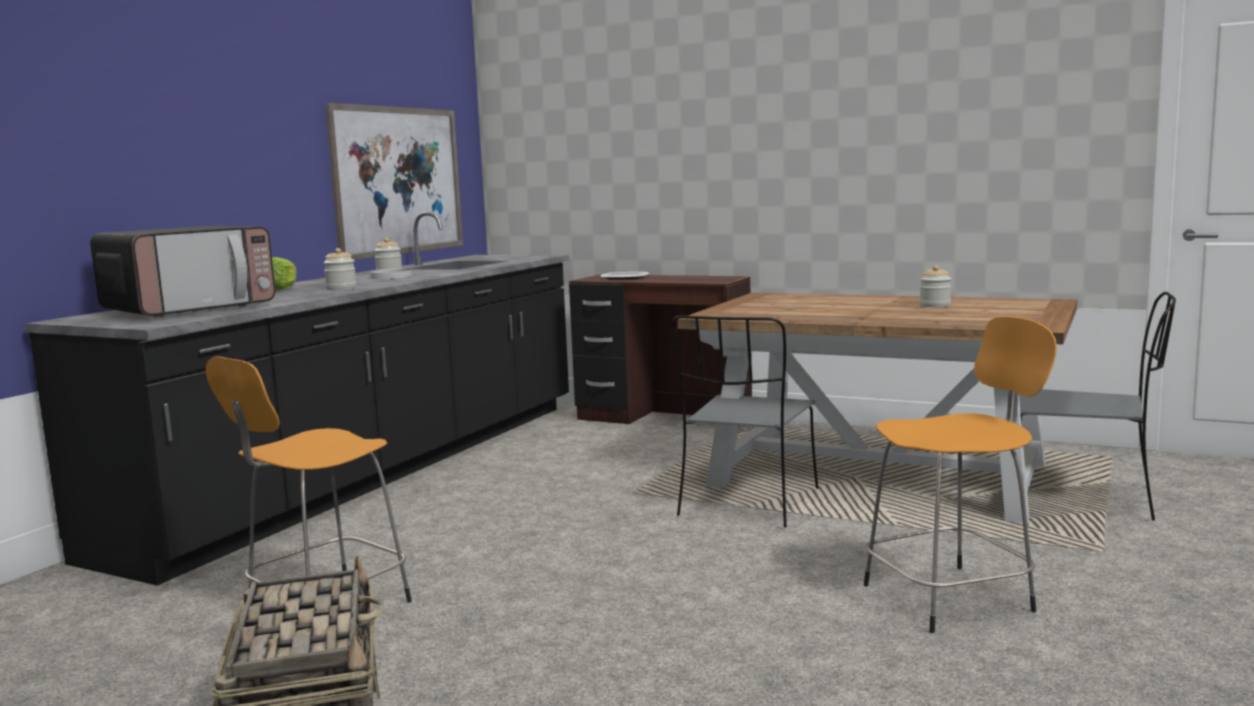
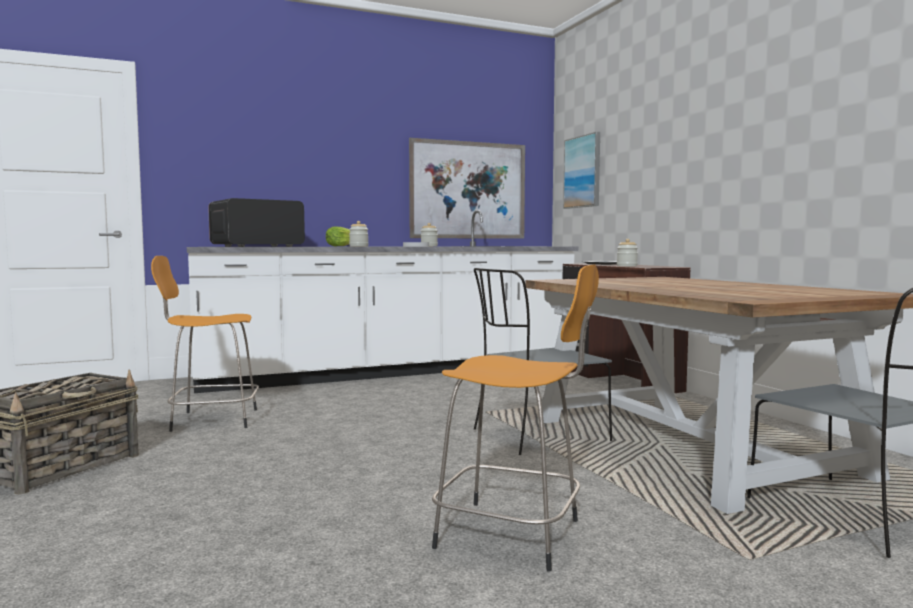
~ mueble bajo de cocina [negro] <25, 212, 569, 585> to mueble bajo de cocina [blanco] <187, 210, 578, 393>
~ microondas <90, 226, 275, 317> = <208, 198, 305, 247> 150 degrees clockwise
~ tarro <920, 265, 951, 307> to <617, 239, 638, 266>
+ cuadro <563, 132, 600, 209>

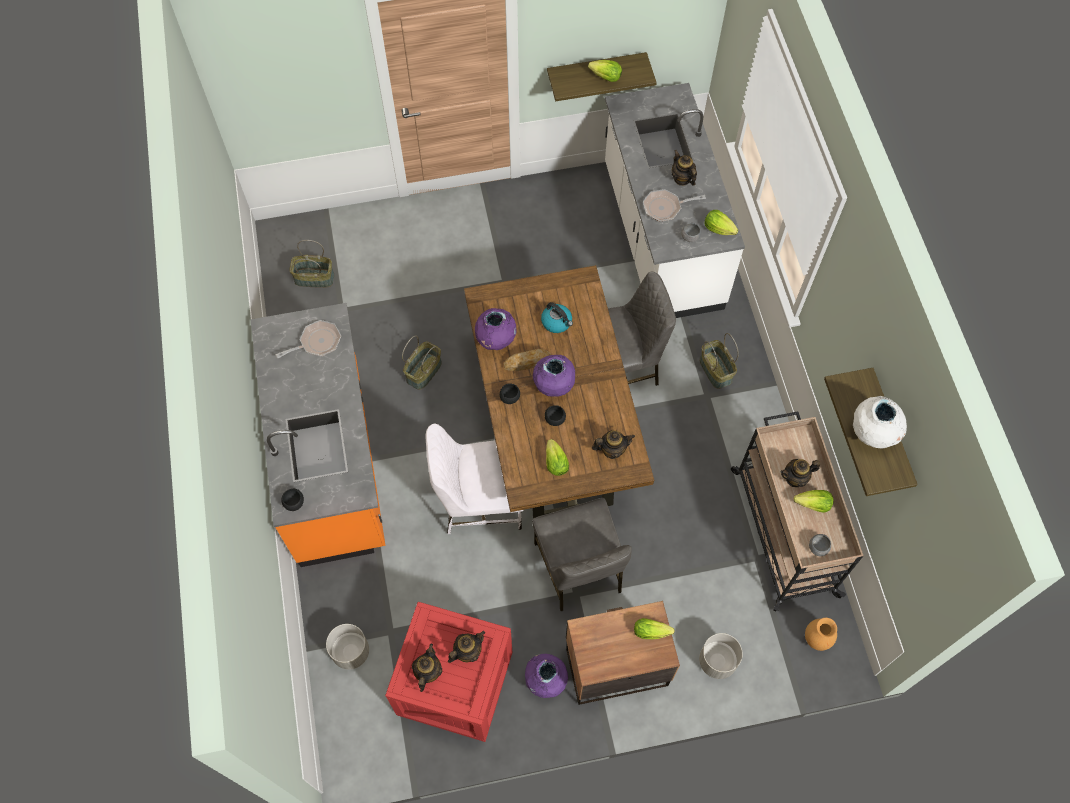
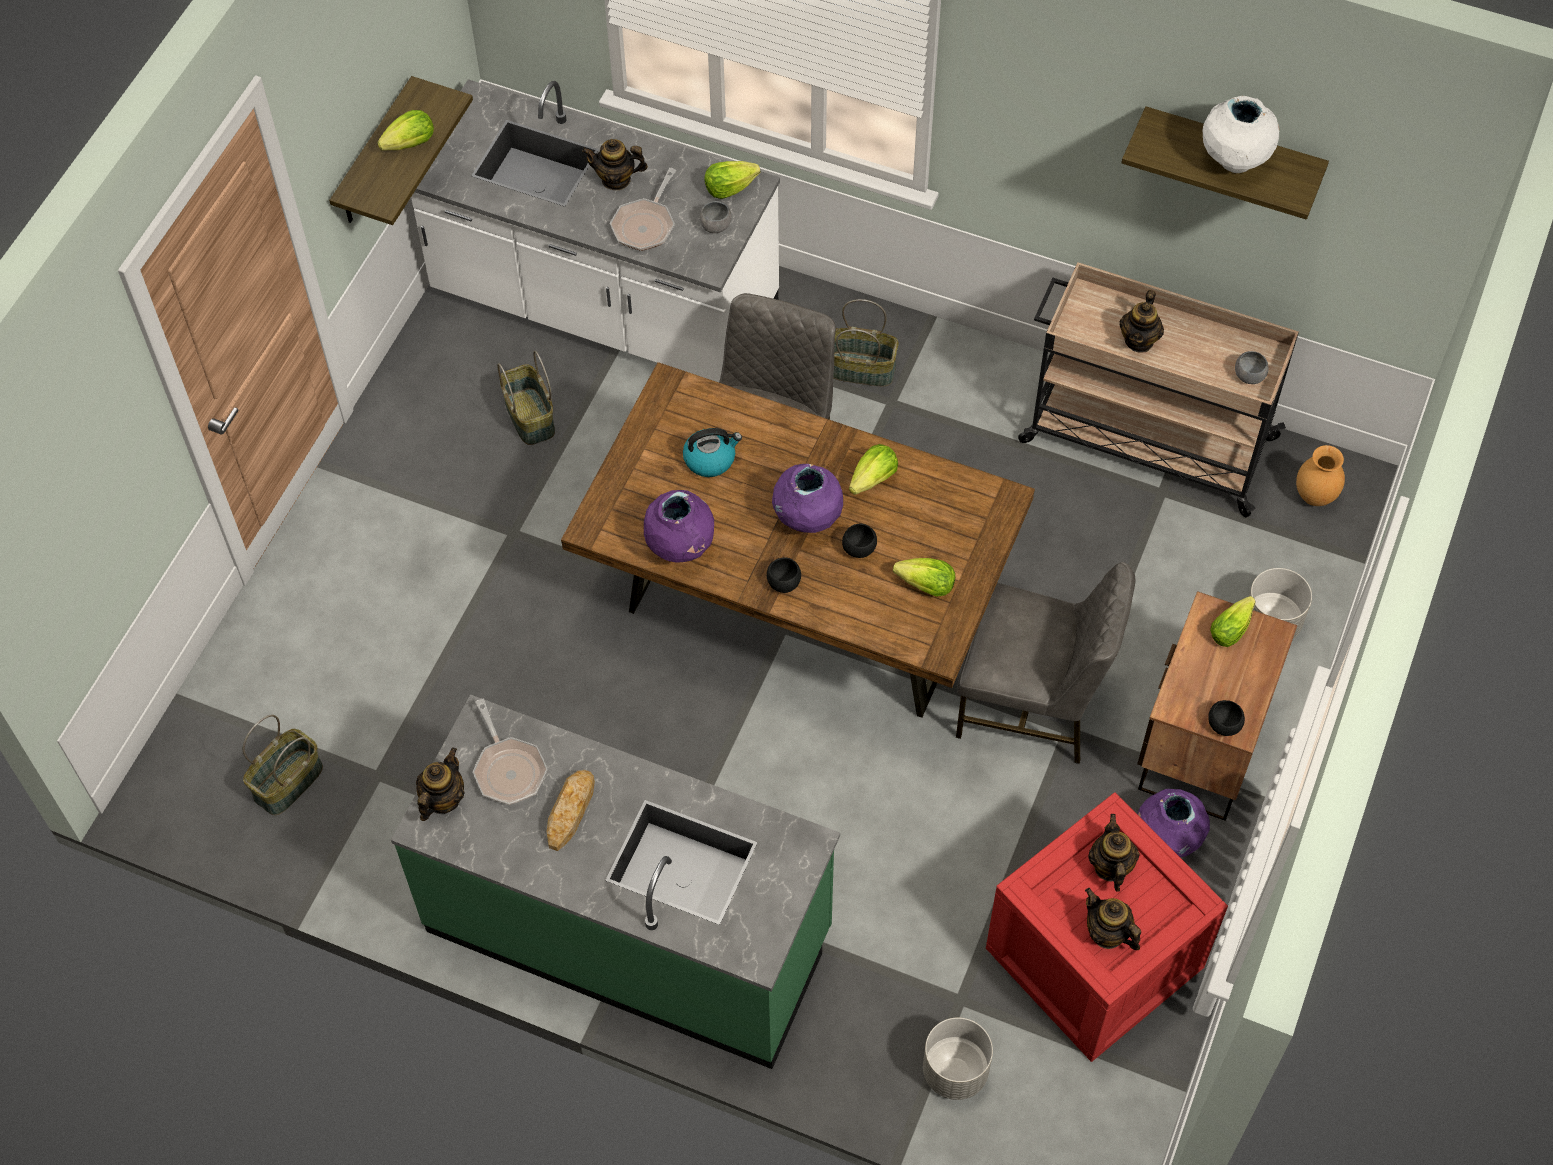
~ mueble bajo de cocina [naranja] <250, 303, 385, 567> to mueble bajo de cocina [verde] <391, 694, 840, 1069>
~ sartén <276, 320, 341, 358> = <473, 699, 547, 805> 150 degrees clockwise
~ cesta <402, 335, 442, 390> to <497, 351, 555, 445>
~ pan <504, 349, 551, 371> to <547, 770, 595, 851>
- silla [blanco] <426, 424, 523, 534>
~ tetera <592, 430, 635, 459> to <416, 747, 465, 821>
~ cuenco [negro] <281, 489, 304, 511> to <1208, 700, 1245, 736>
~ lechuga <794, 490, 834, 513> to <849, 444, 898, 495>

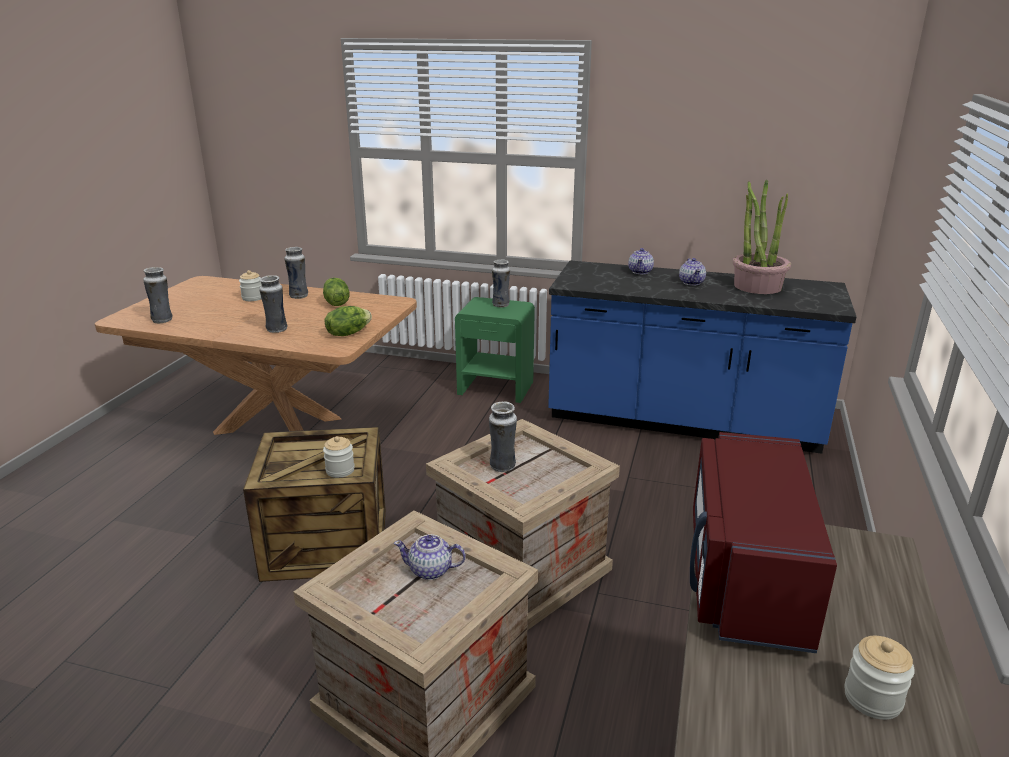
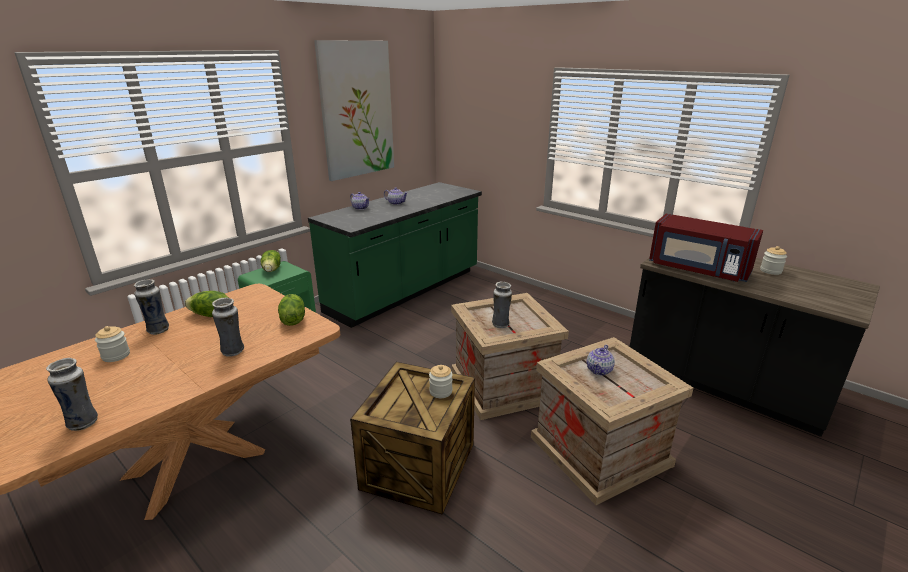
- planta en maceta <733, 180, 791, 294>
~ florero <492, 259, 510, 307> to lechuga <260, 250, 281, 272>
~ mueble bajo de cocina [azul] <548, 260, 857, 454> to mueble bajo de cocina [verde] <308, 182, 482, 328>
+ cuadro <314, 40, 394, 181>

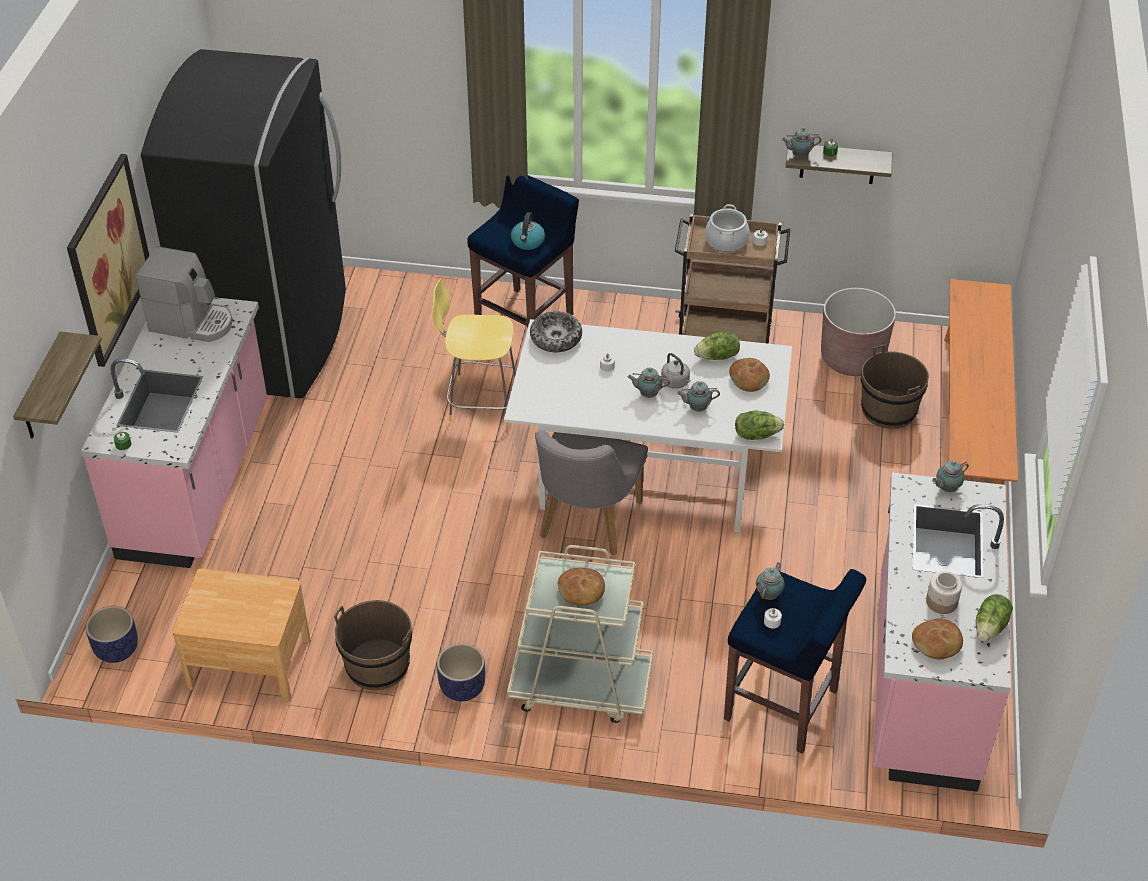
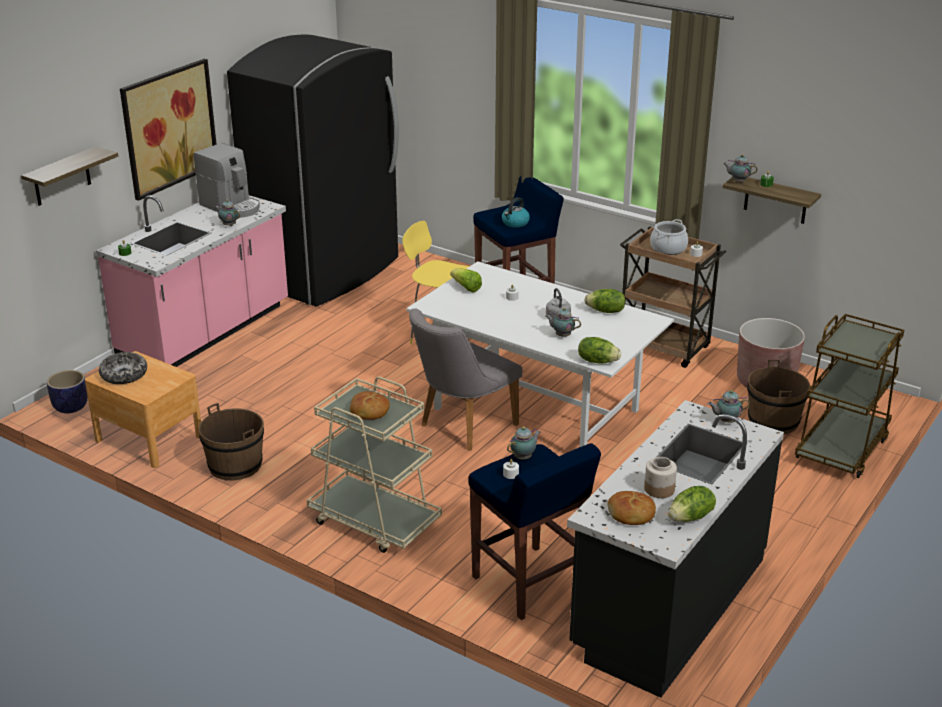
~ banco [naranja] <944, 279, 1018, 485> to carrito [marrón] <795, 314, 904, 478>
~ cuenco <530, 311, 582, 352> to <99, 352, 147, 384>
- pan <729, 358, 770, 392>
~ tetera <627, 368, 670, 398> to <215, 200, 240, 226>
~ mueble bajo de cocina [rosa] <873, 473, 1011, 792> to mueble bajo de cocina [negro] <567, 400, 784, 698>
- maceta <437, 643, 485, 701>
+ lechuga <451, 268, 482, 292>

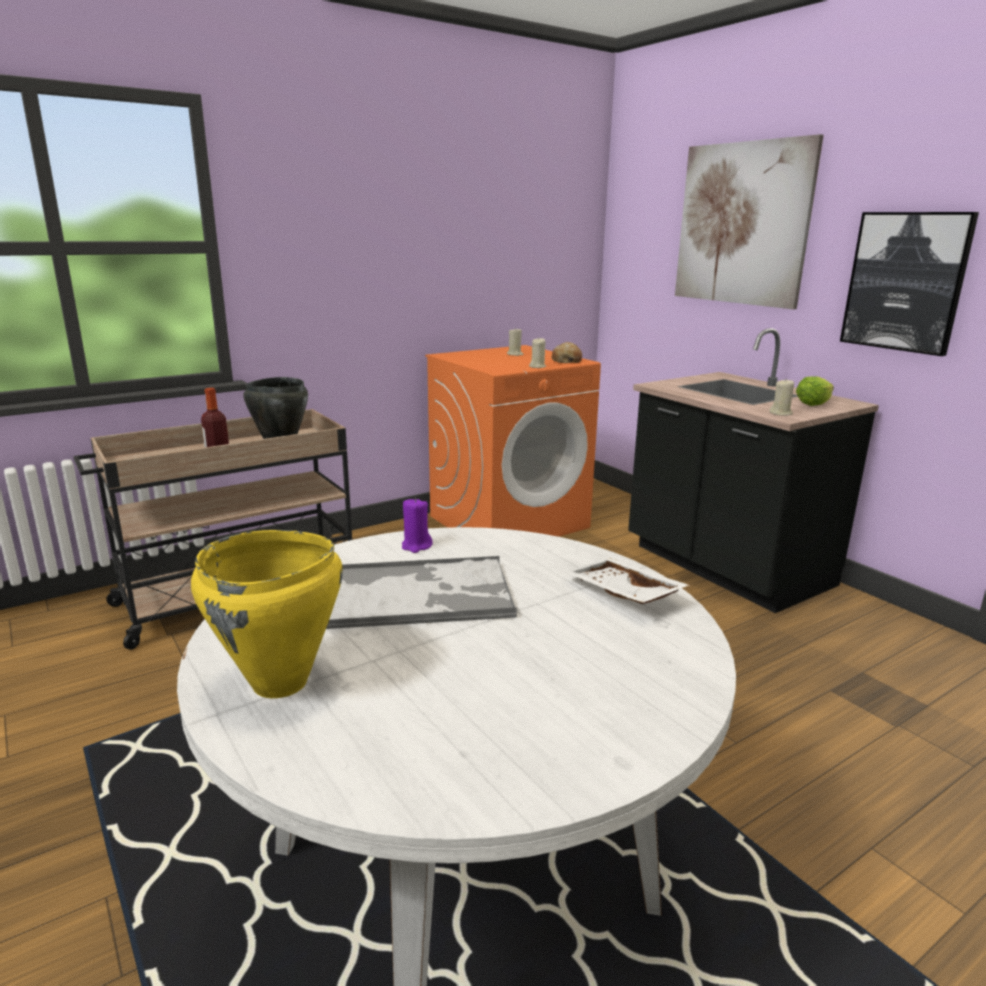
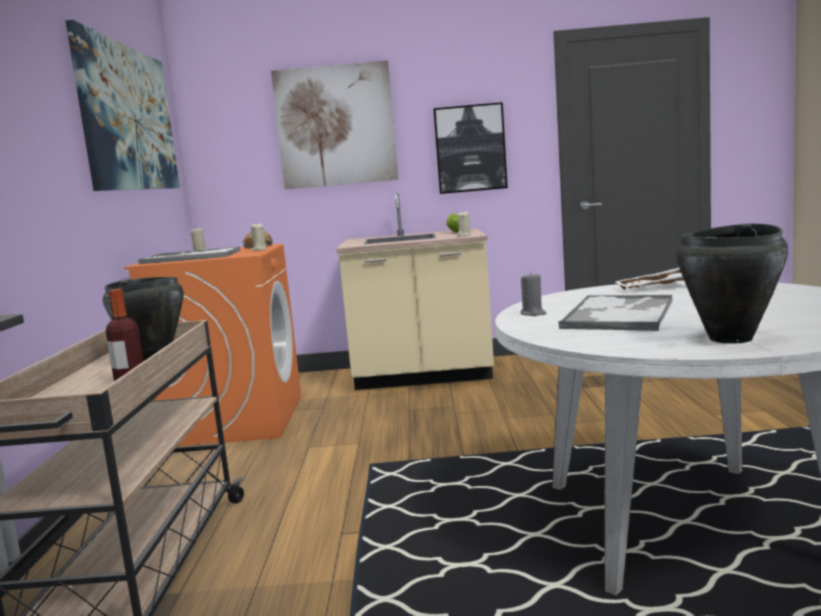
~ mueble bajo de cocina [negro] <628, 328, 879, 613> to mueble bajo de cocina [beis] <336, 193, 494, 390>
~ vela [morado] <402, 498, 432, 553> to vela [gris] <520, 272, 546, 316>
~ olla [amarillo] <191, 530, 343, 698> to olla [negro] <676, 223, 788, 344>
+ cuadro <65, 20, 180, 191>
+ bandeja <138, 247, 240, 264>

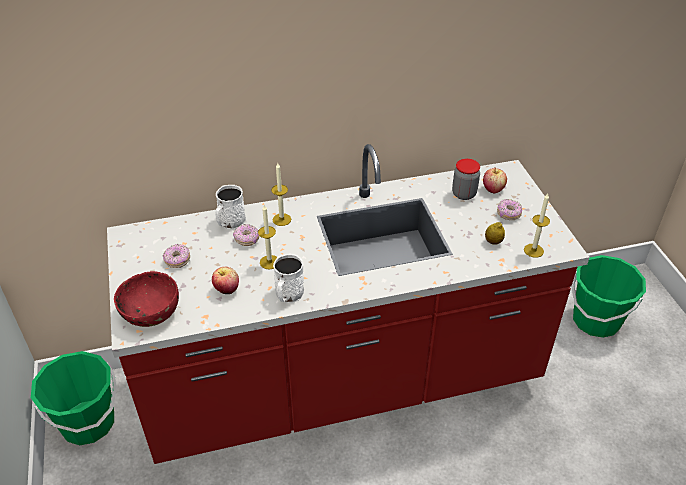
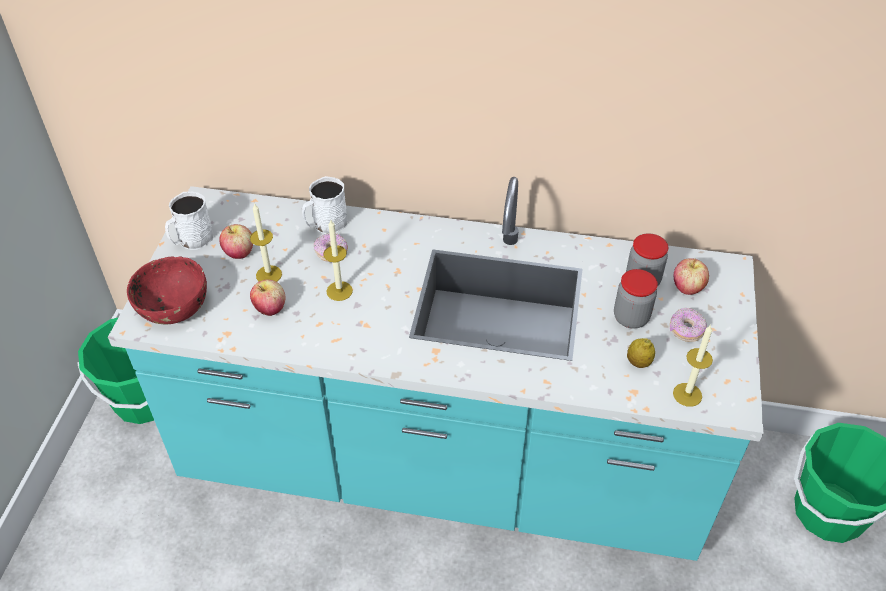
~ mueble bajo de cocina [rojo] <107, 144, 590, 464> to mueble bajo de cocina [turquesa] <108, 177, 763, 561>
~ vela <271, 163, 291, 226> to <250, 203, 282, 282>
~ rosquilla <163, 244, 190, 268> to manzana <219, 224, 253, 259>
~ taza grande [blanco] <273, 254, 304, 303> to <165, 192, 214, 250>
+ tarro <614, 269, 658, 329>

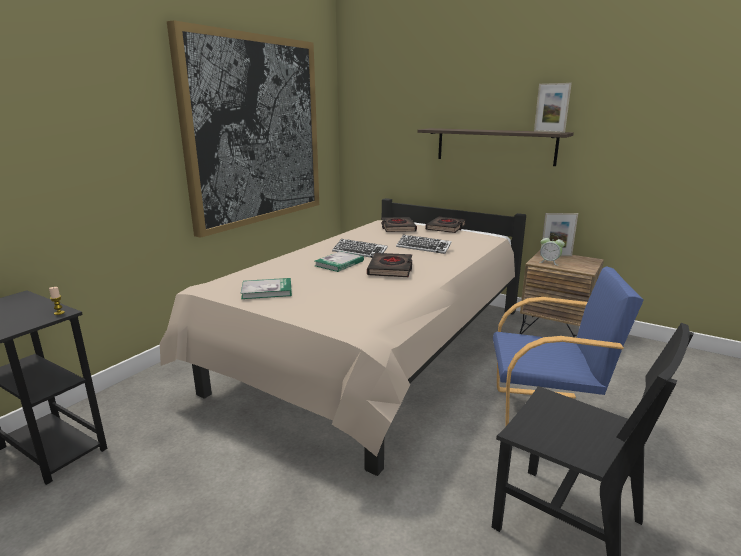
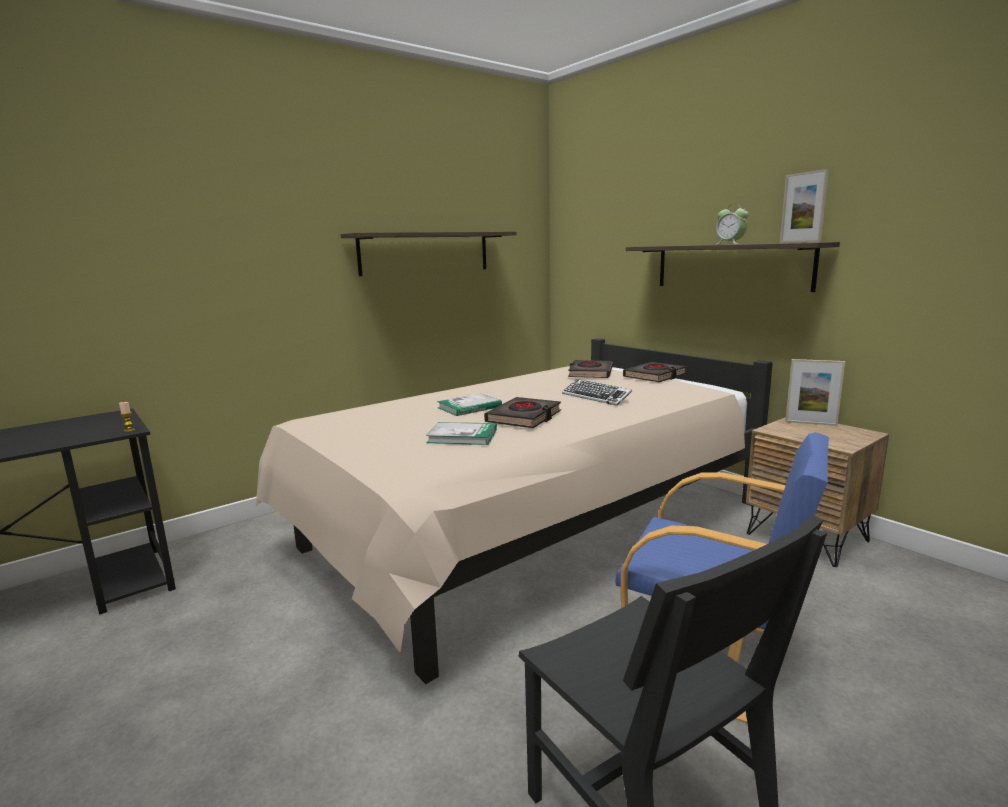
~ cuadro <167, 20, 319, 238> to estante <341, 231, 517, 276>
~ despertador <539, 236, 565, 265> to <716, 204, 748, 244>
- teclado <332, 239, 388, 258>
~ libro <241, 278, 292, 299> to <426, 422, 497, 445>

